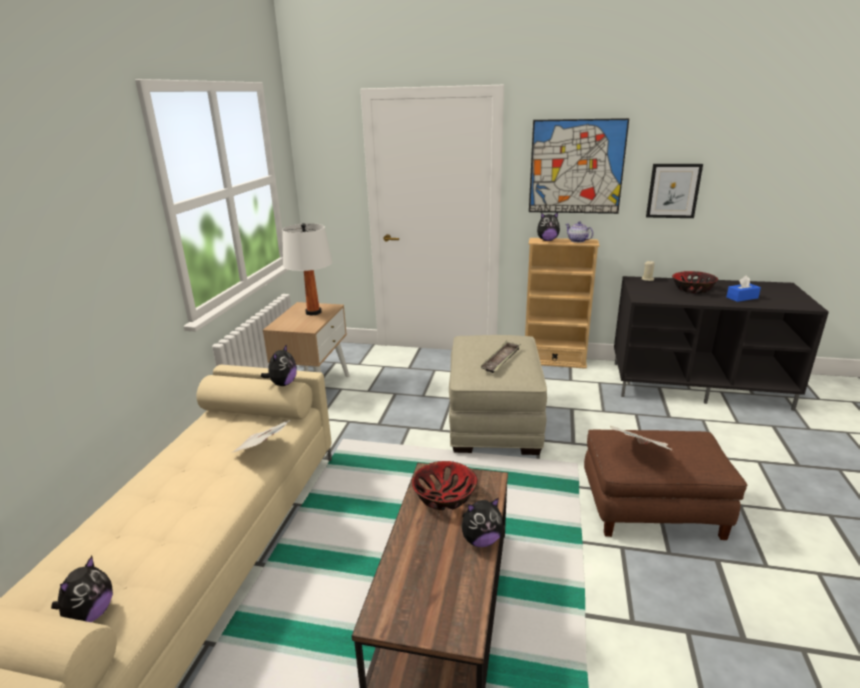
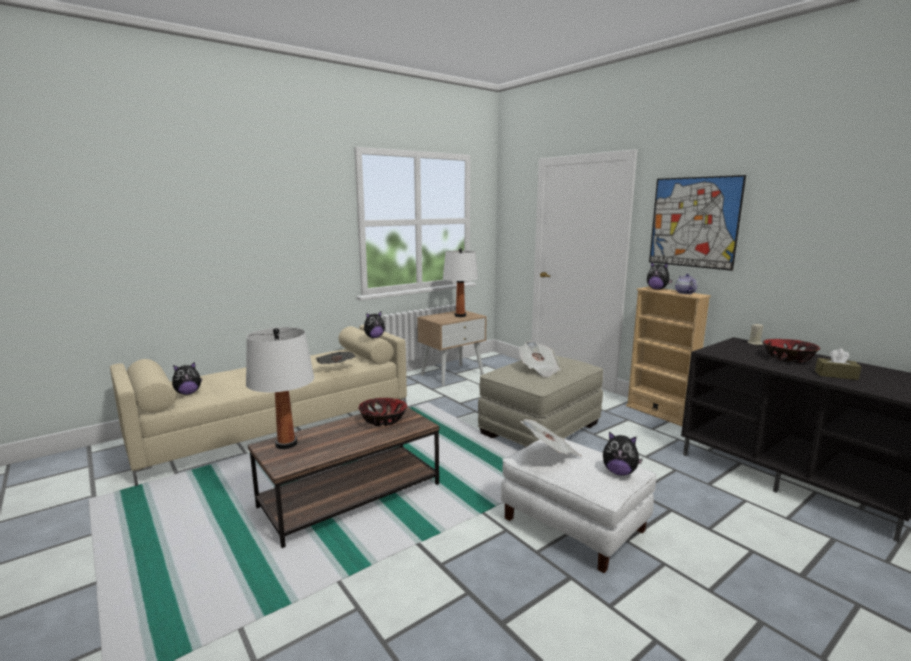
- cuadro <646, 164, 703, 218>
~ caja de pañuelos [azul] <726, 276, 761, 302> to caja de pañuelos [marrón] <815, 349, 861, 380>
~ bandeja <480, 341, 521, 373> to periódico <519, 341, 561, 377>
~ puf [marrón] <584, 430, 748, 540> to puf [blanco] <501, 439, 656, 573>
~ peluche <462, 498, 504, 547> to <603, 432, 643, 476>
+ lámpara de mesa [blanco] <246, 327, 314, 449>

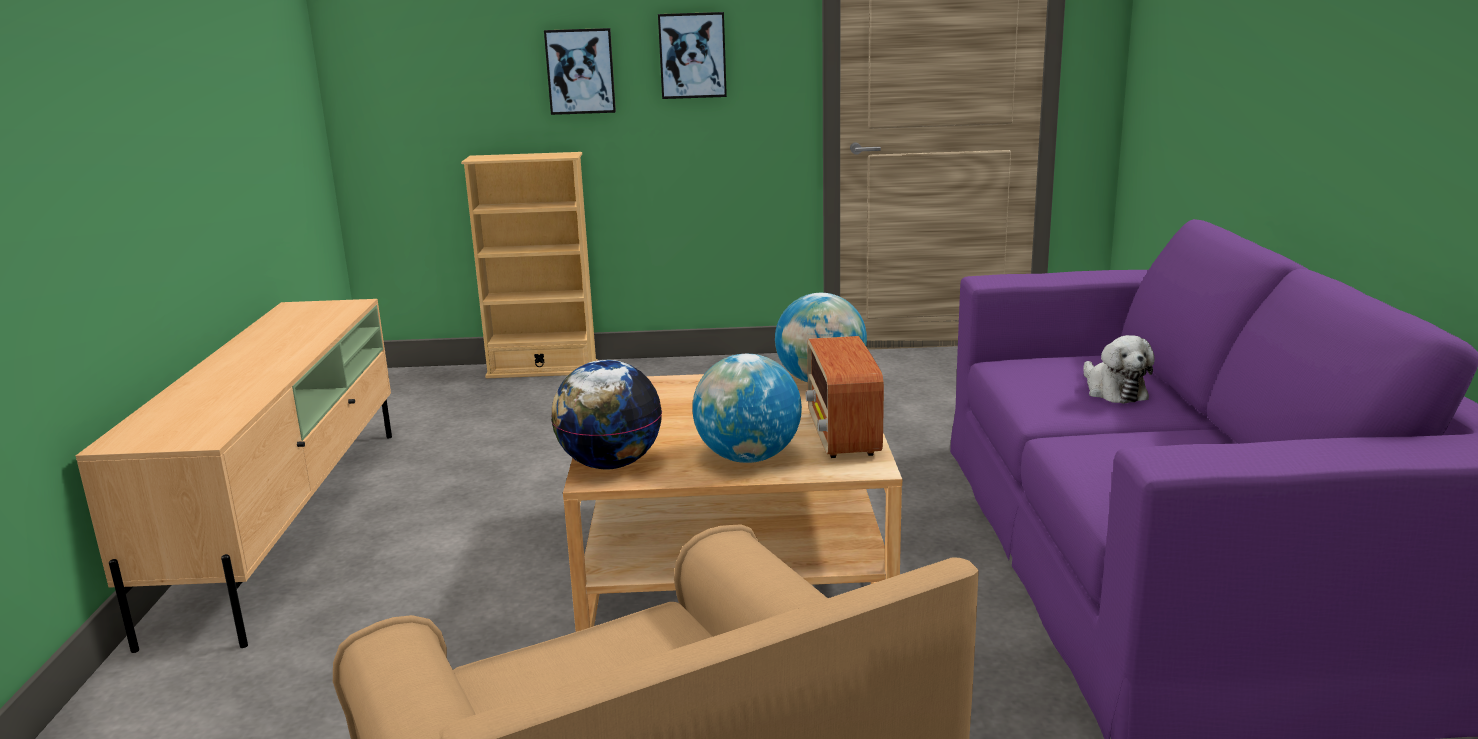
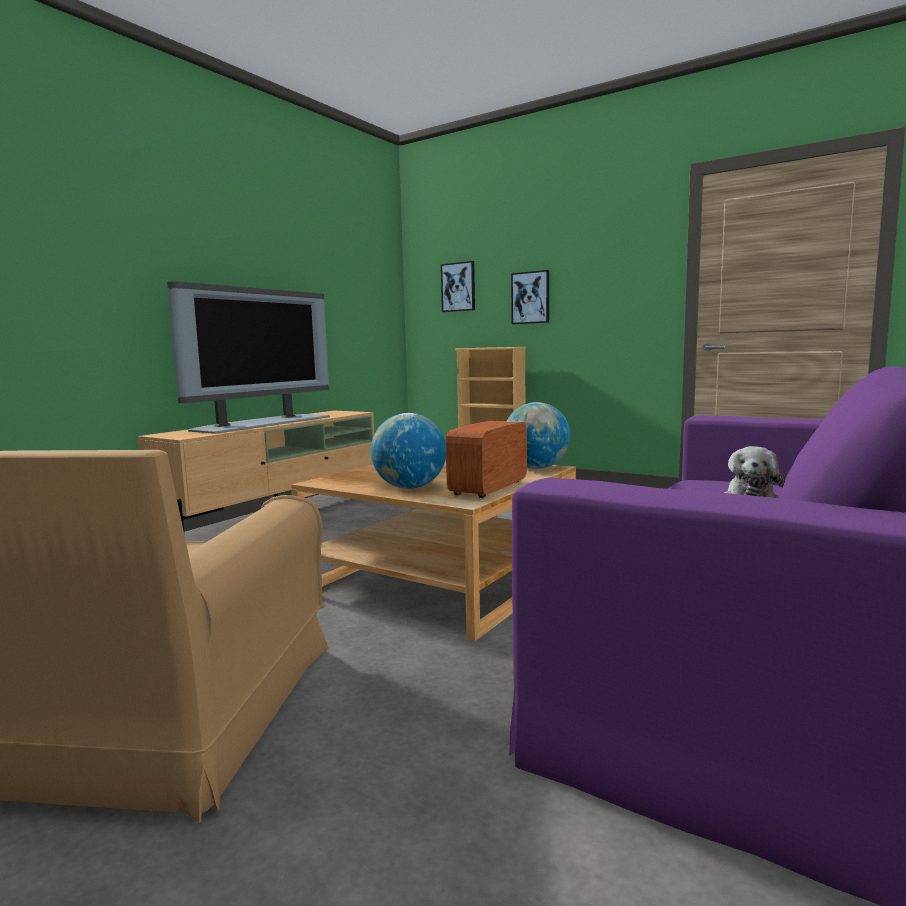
~ cuadro <658, 12, 727, 99> to <441, 261, 475, 312>
- globo terráqueo <551, 360, 662, 469>
+ televisor <167, 282, 330, 434>

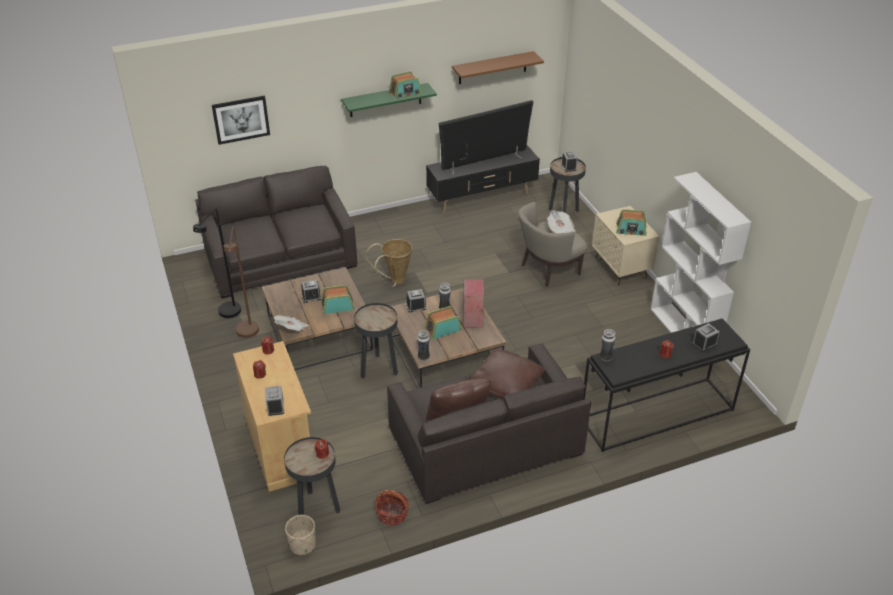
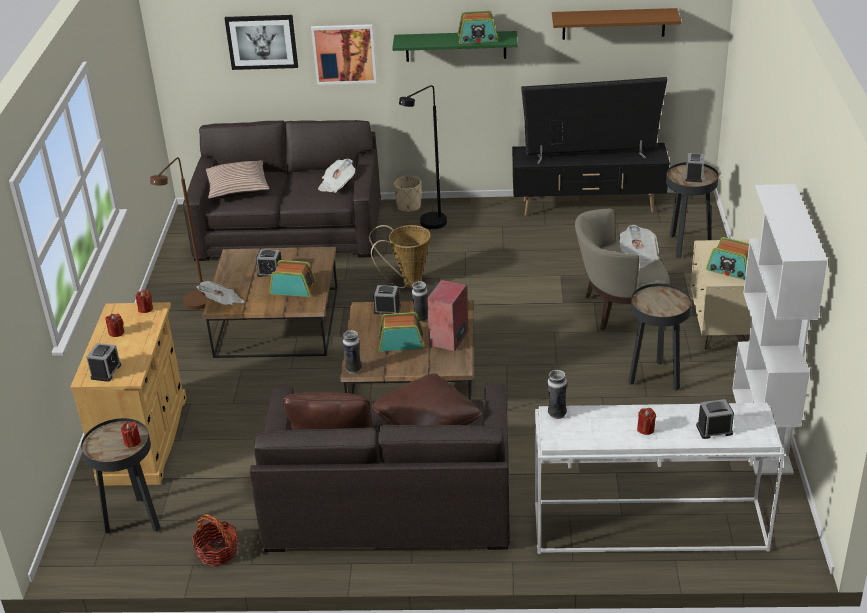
~ lámpara de pie [negro] <193, 209, 241, 318> to <399, 85, 447, 229>
~ mesa auxiliar [negro] <354, 303, 398, 378> to <628, 284, 691, 391>
~ mesa consola [negro] <582, 318, 750, 452> to mesa consola [blanco] <535, 403, 784, 554>
~ maceta [beis] <285, 515, 316, 555> to <394, 176, 421, 212>
+ cuadro <311, 24, 377, 85>
+ periódico <318, 159, 355, 193>
+ cojín <206, 160, 270, 199>

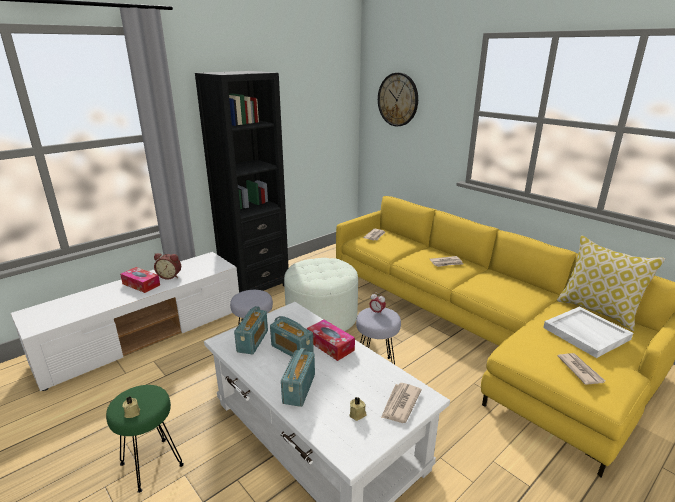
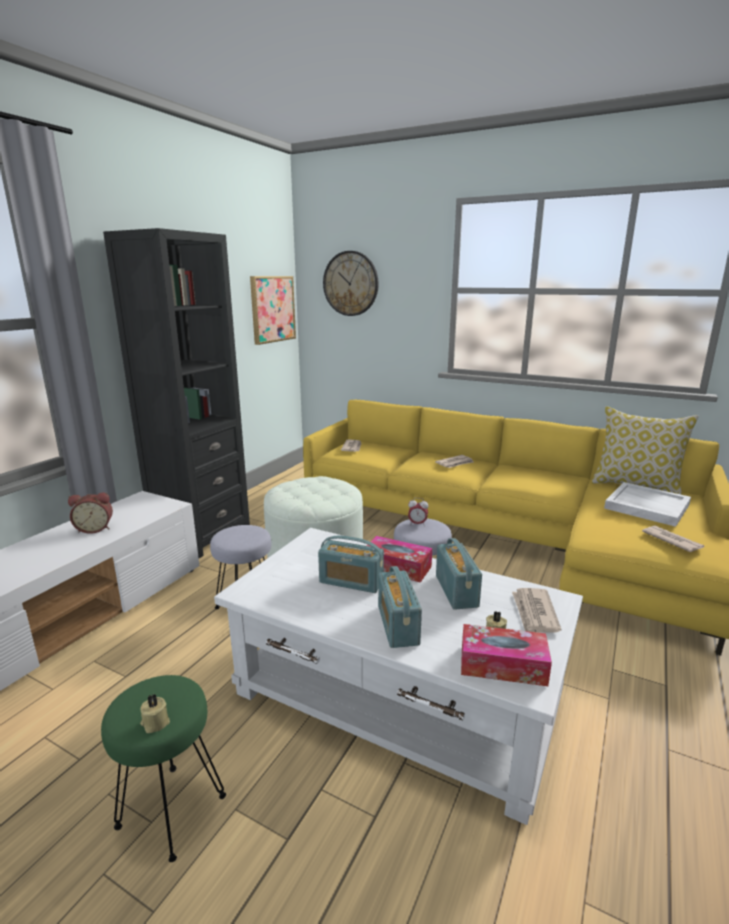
~ caja de pañuelos <120, 267, 160, 293> to <461, 624, 552, 686>
~ radio <234, 306, 268, 355> to <436, 538, 482, 610>
+ cuadro <250, 276, 296, 345>

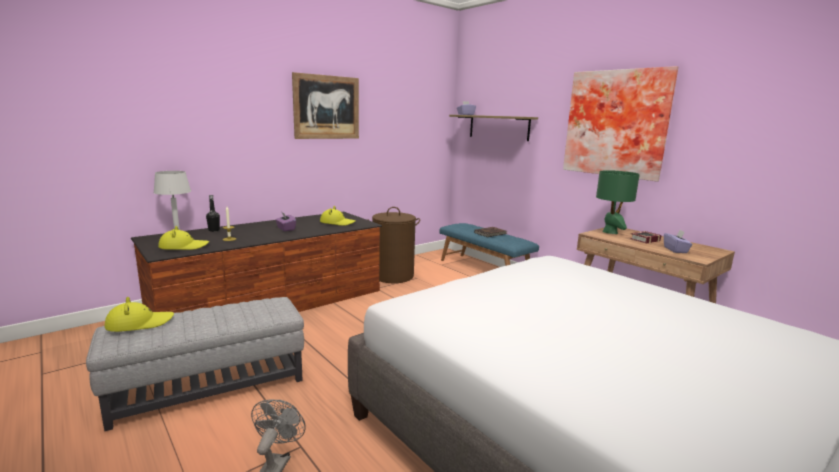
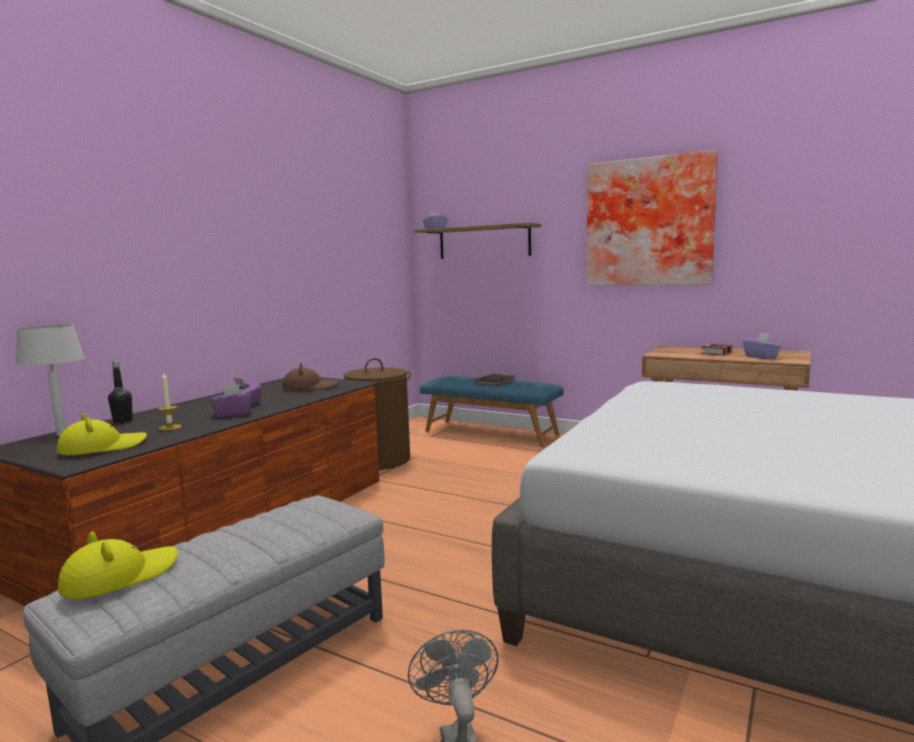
- cuadro <292, 72, 359, 139>
- lámpara de mesa [verde] <596, 170, 640, 234>
~ sombrero [amarillo] <320, 206, 355, 226> to sombrero [marrón] <282, 363, 338, 390>
+ caja de pañuelos [morado] <211, 384, 252, 417>

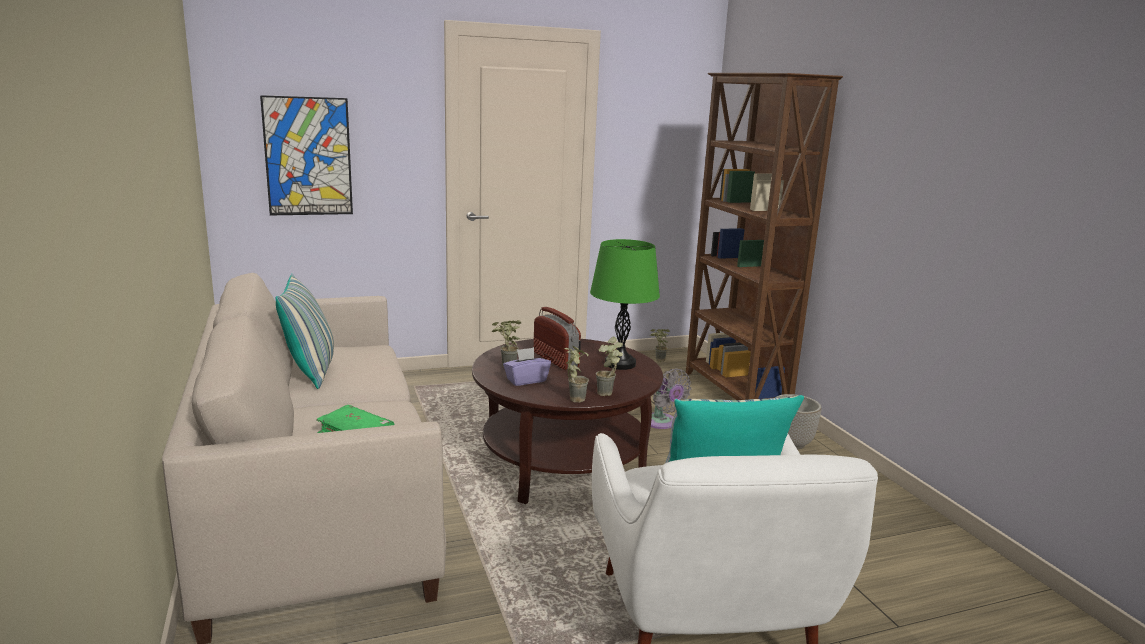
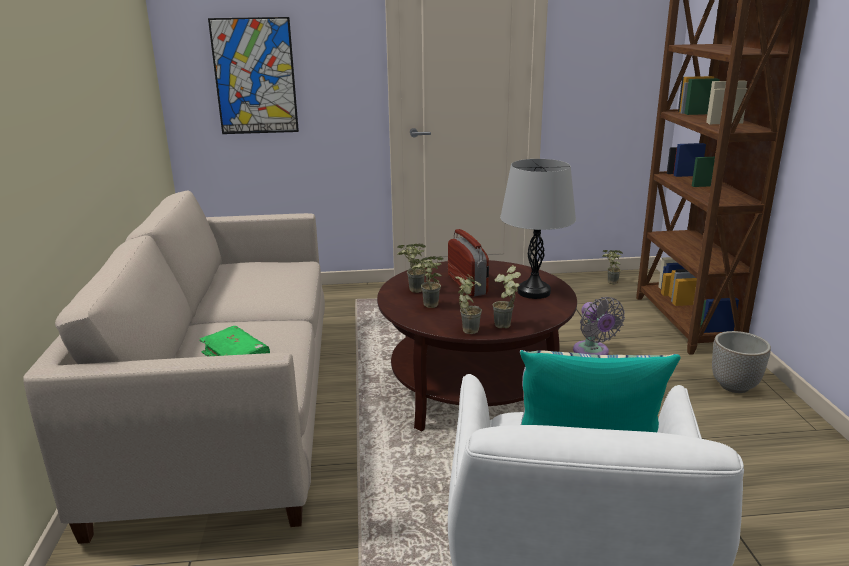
~ lámpara de mesa [verde] <590, 239, 660, 370> to lámpara de mesa [gris] <500, 159, 576, 299>
- cojín <276, 273, 334, 389>
~ caja de pañuelos [morado] <503, 347, 551, 386> to planta en maceta <411, 256, 443, 308>

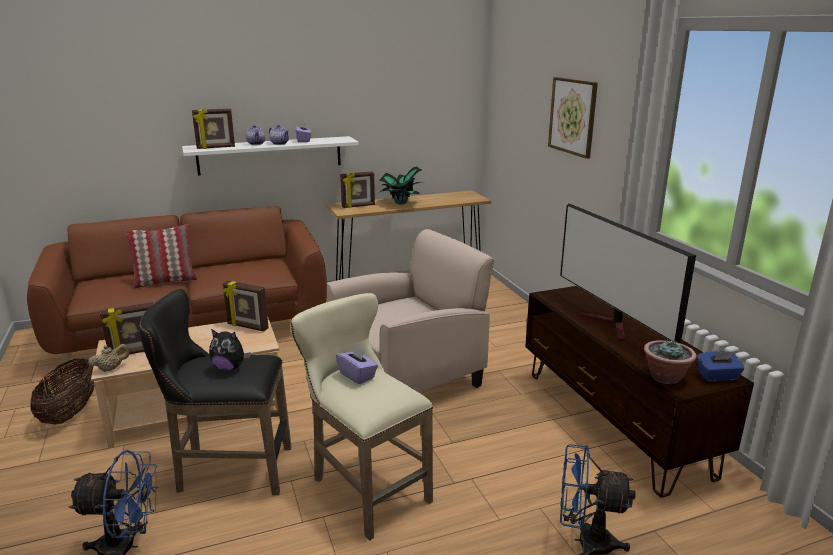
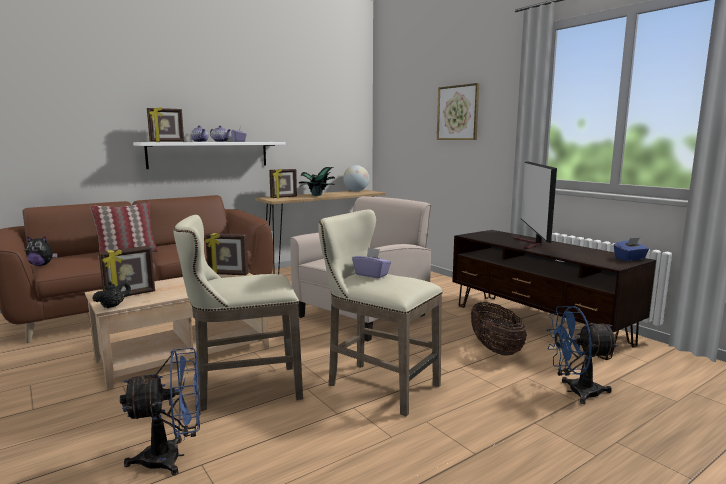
~ televisor <560, 203, 696, 343> = <514, 161, 557, 249> 45 degrees clockwise
~ taburete [negro] <139, 289, 292, 495> to taburete [beis] <173, 215, 303, 411>
~ peluche <209, 329, 250, 371> to <26, 236, 58, 266>
- planta en maceta <644, 340, 696, 384>
~ tetera [beis] <88, 344, 129, 372> to tetera [negro] <93, 281, 131, 308>
~ cesta <30, 359, 95, 424> to <471, 302, 527, 356>
+ globo terráqueo <343, 165, 369, 192>

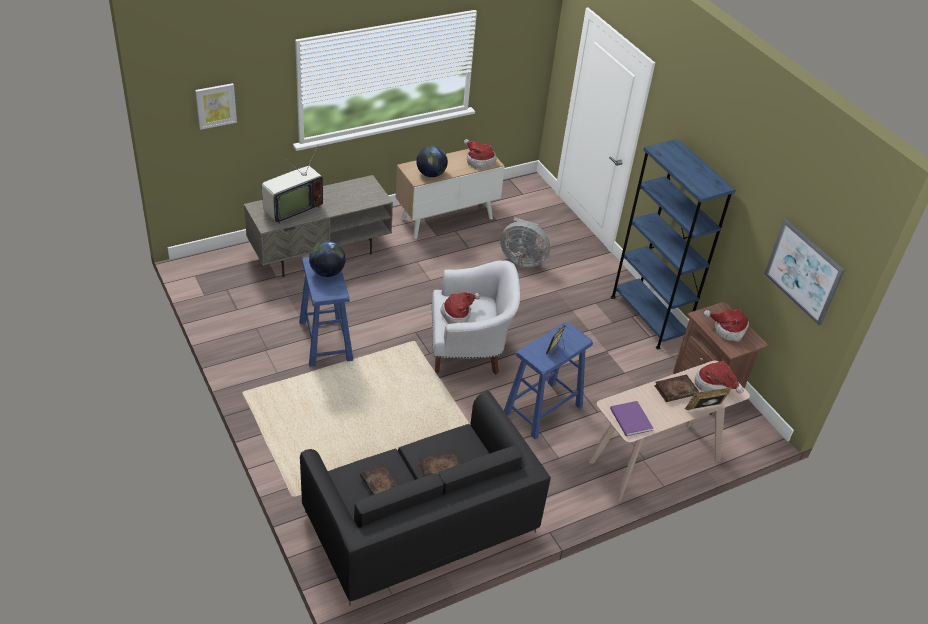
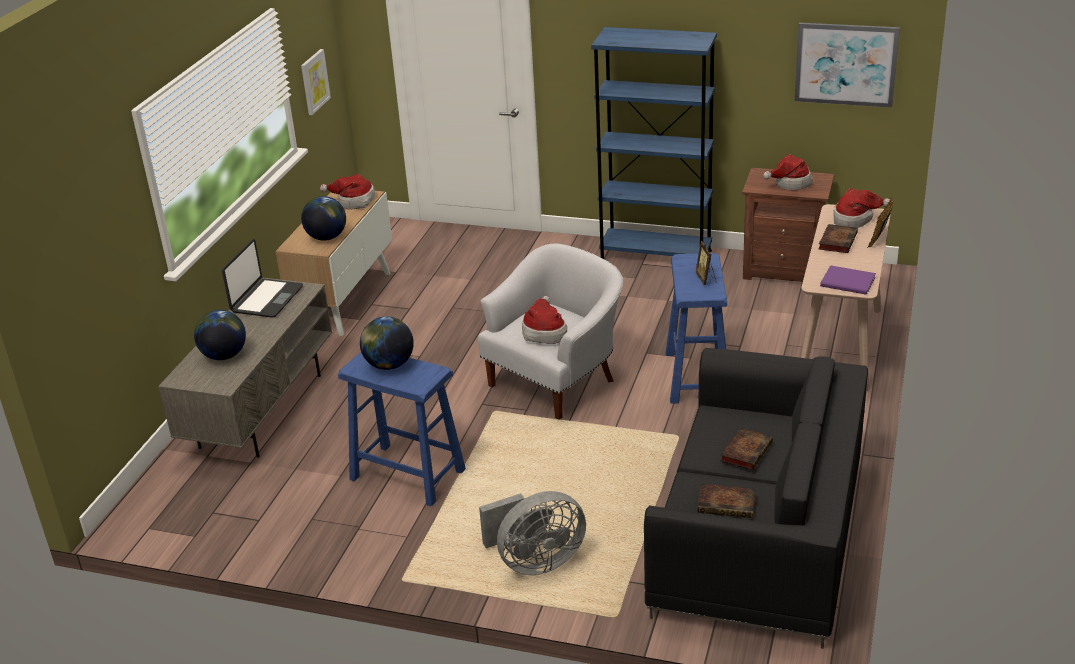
~ cuadro <195, 83, 237, 130> to <301, 49, 331, 115>
~ televisor <262, 147, 323, 224> to globo terráqueo <194, 310, 246, 360>
~ ventilador [gris] <500, 217, 550, 267> to <479, 491, 586, 575>
+ portátil <222, 239, 303, 318>

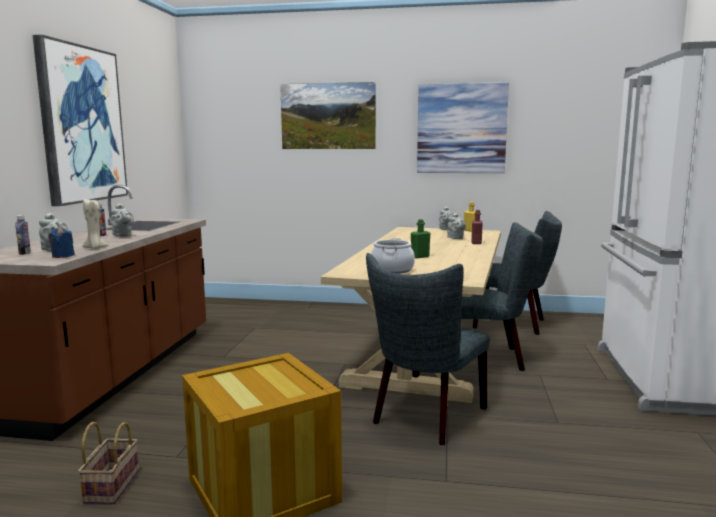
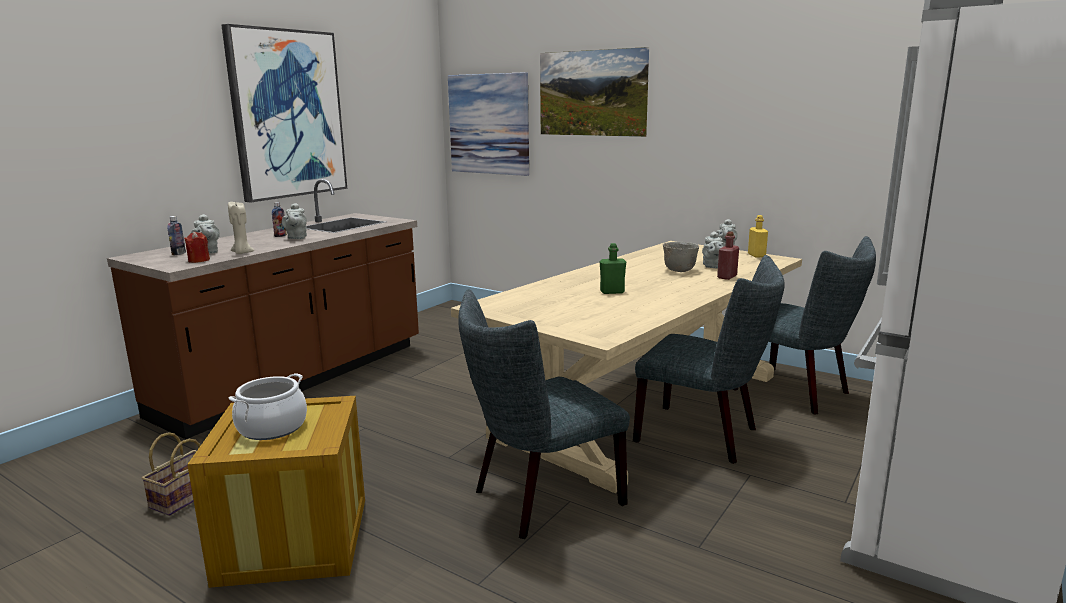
~ cuadro <417, 82, 509, 173> to <448, 72, 529, 176>
~ vela [azul] <48, 227, 75, 258> to vela [rojo] <184, 231, 210, 263>
~ olla <371, 238, 415, 274> to <228, 373, 307, 440>
+ cuenco [gris] <663, 242, 699, 272>

